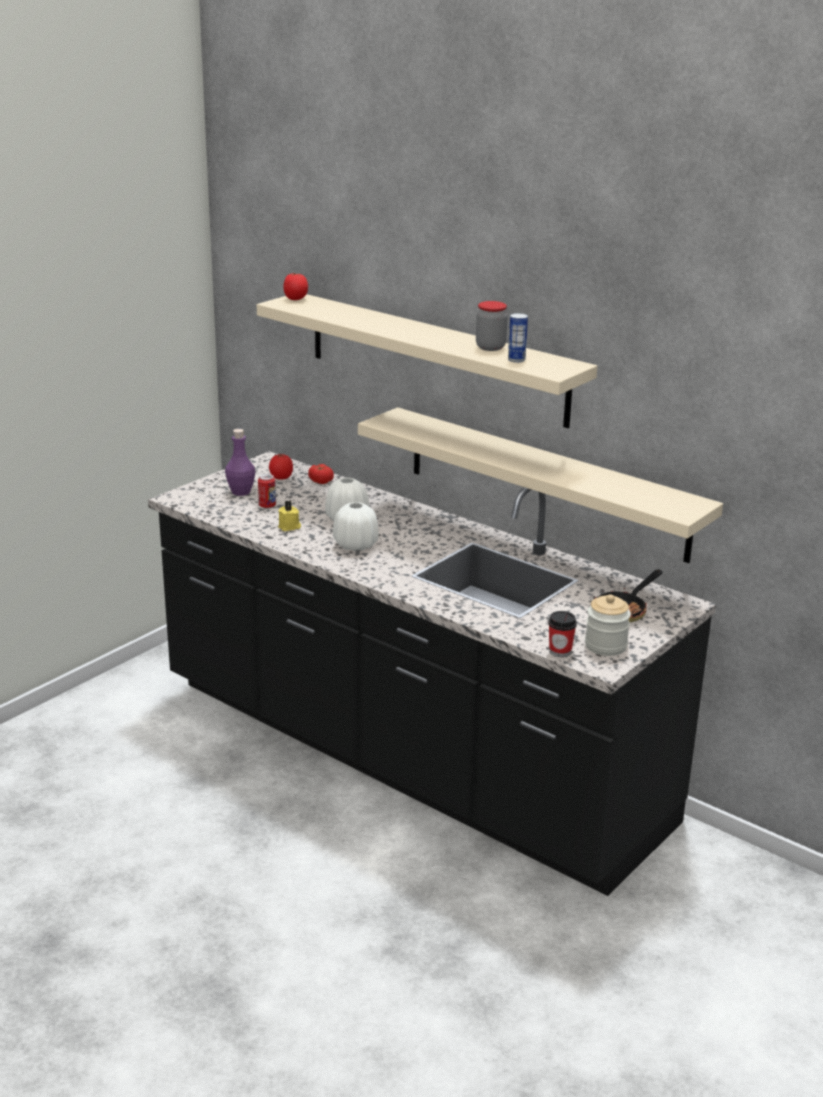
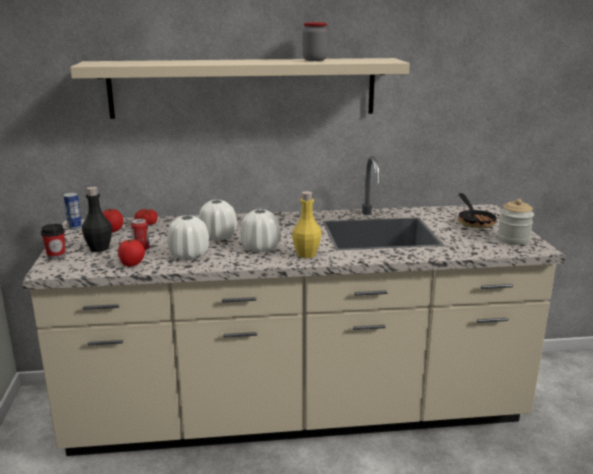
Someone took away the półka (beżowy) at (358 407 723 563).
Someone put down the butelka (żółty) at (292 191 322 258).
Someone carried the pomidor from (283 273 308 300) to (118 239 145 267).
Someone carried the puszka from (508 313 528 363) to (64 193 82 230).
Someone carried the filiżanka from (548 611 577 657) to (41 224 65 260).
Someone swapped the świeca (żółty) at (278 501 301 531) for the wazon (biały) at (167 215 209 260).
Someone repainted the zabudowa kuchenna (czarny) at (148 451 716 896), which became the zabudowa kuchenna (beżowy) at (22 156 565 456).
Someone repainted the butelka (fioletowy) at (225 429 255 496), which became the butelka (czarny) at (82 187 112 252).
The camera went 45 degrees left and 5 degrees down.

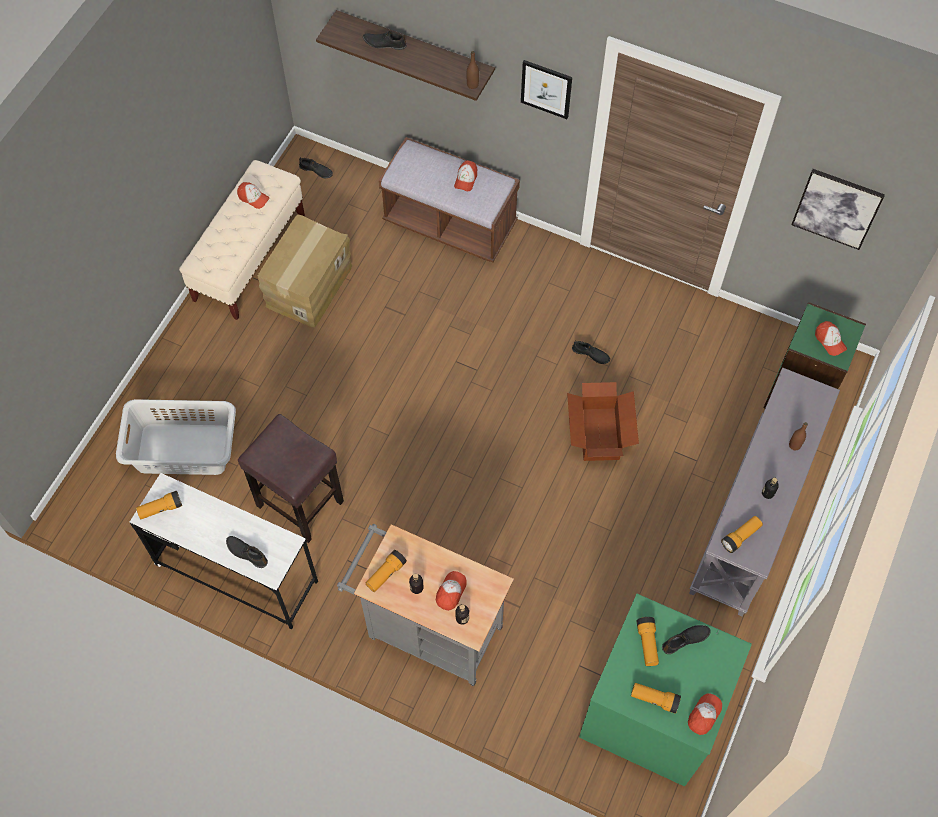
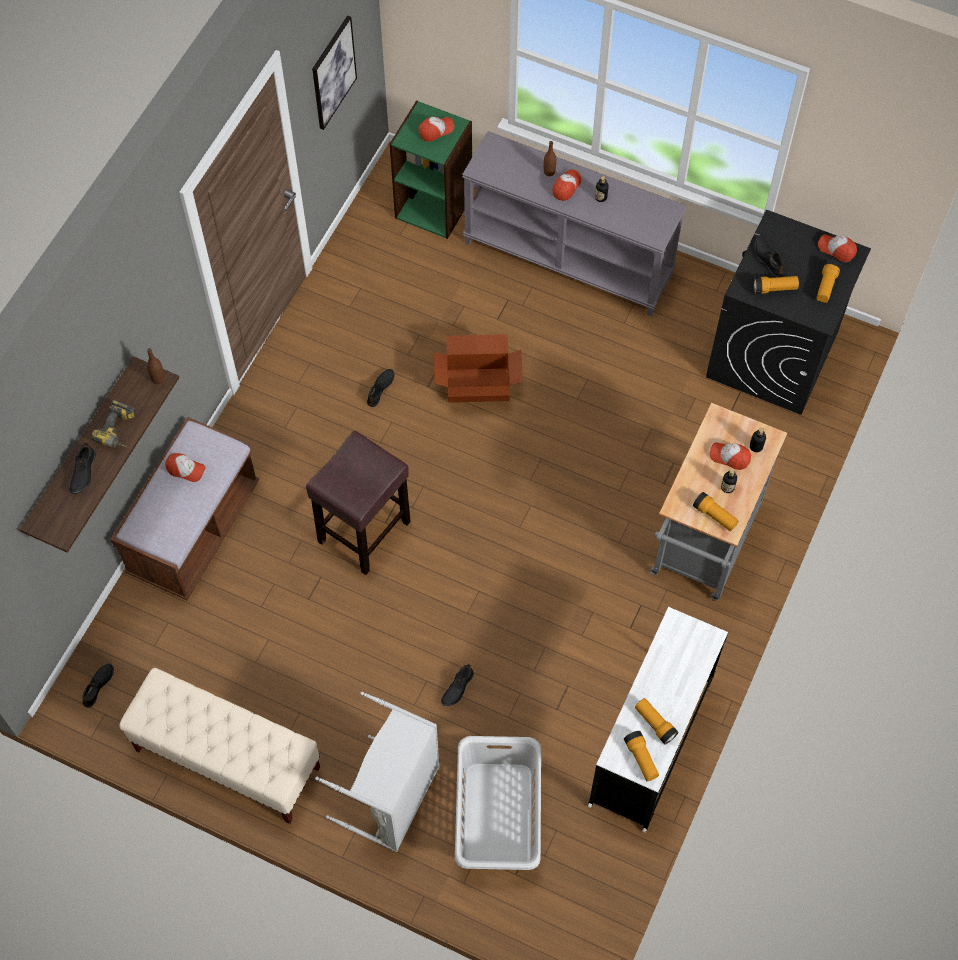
Someone took away the karton at (258 214 352 327).
Someone took away the obraz at (521 60 572 119).
Someone put down the wiertarka at (91 400 136 447).
Someone put down the kosz na pranie (szary) at (315 692 440 852).
Someone carried the but (czarny) from (226 536 268 568) to (441 664 474 706).
Someone carried the czapka z daszkiem from (237 182 270 209) to (552 170 582 201).
Someone carried the stołek (brązowy) from (238 414 344 543) to (306 431 411 575).
Someone carried the latarka from (721 516 763 553) to (635 698 678 745).
Someone repainted the pralka (zielony) at (579 594 752 787), which became the pralka (czarny) at (706 210 871 415).
The camera went 90 degrees left and 0 degrees up.

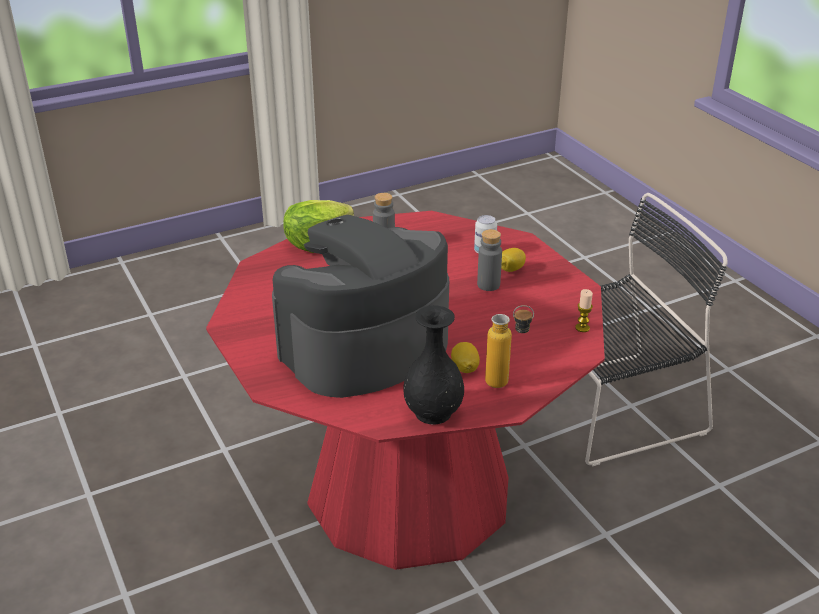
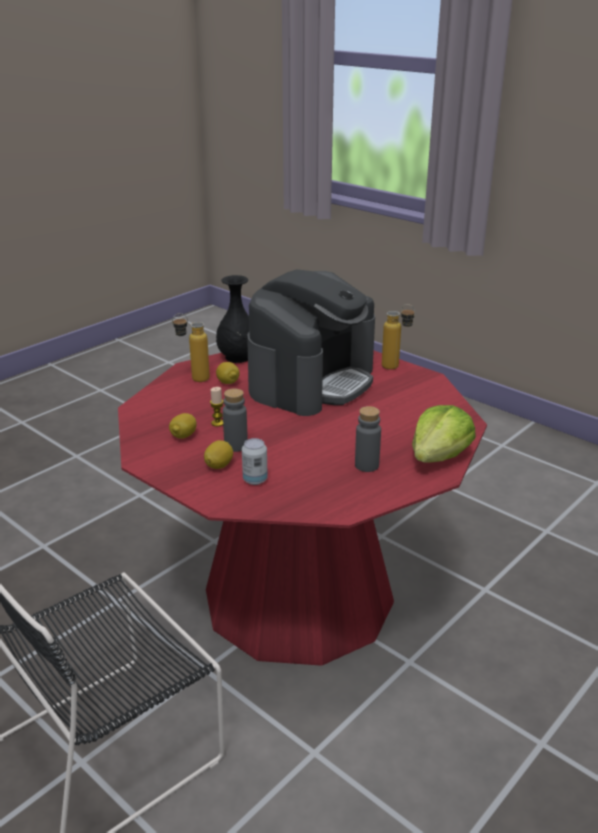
Someone put down the cytryna at (169 413 197 439).
Someone put down the butelka at (382 304 415 370).
Someone carried the świeca from (575 289 593 332) to (210 387 223 427).
The camera went 160 degrees right and 5 degrees down.

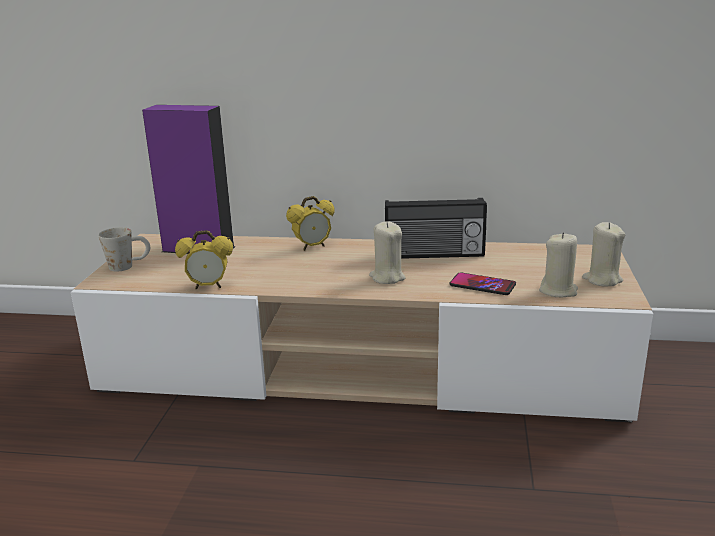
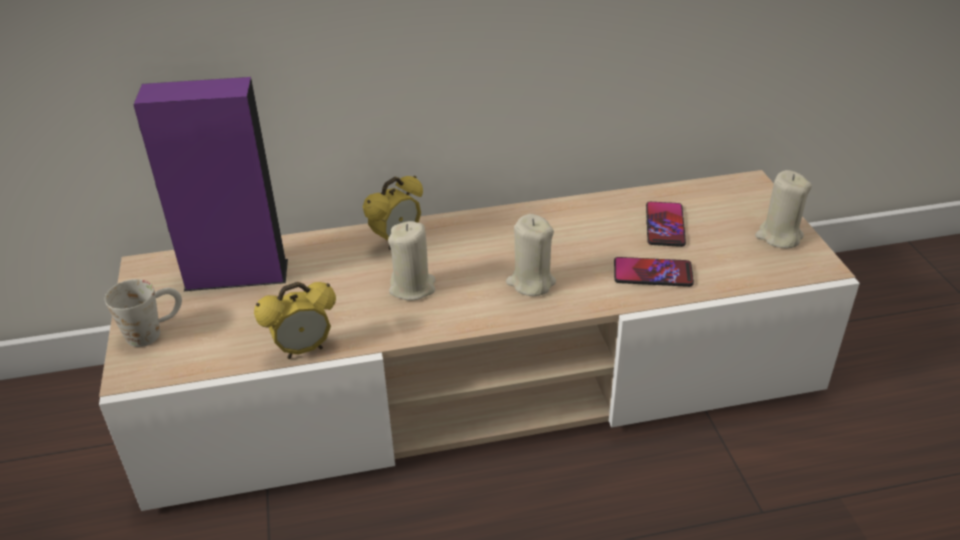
Someone took away the radio at (385 198 487 259).
Someone put down the telefon at (646 202 686 247).
Someone carried the świeca (beżowy) from (539 232 578 297) to (388 221 436 301).
The camera went 20 degrees left and 15 degrees up.

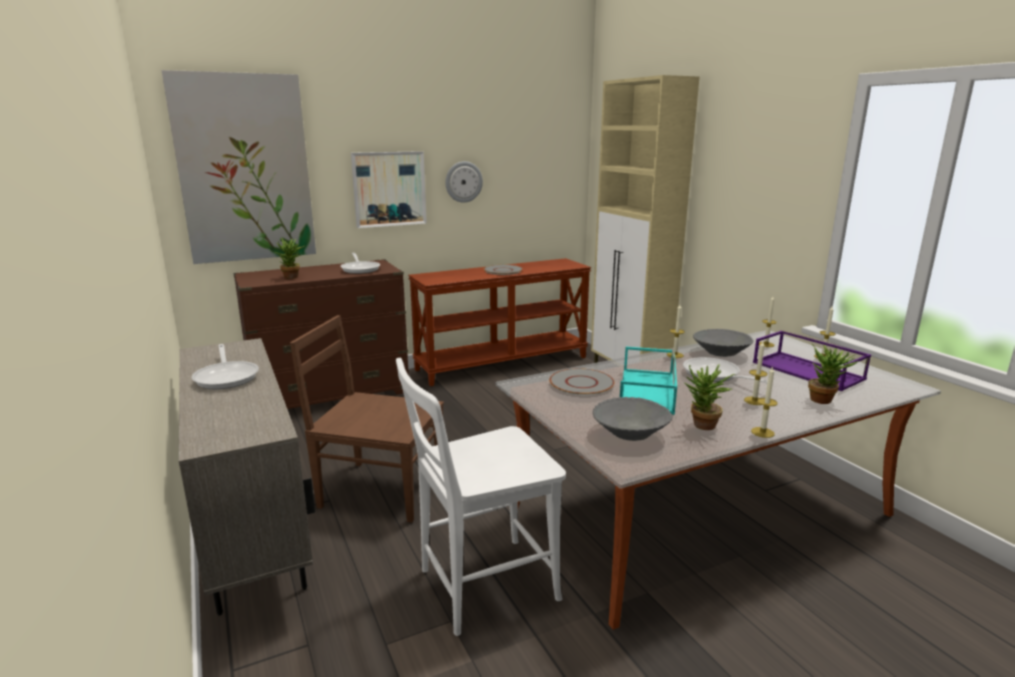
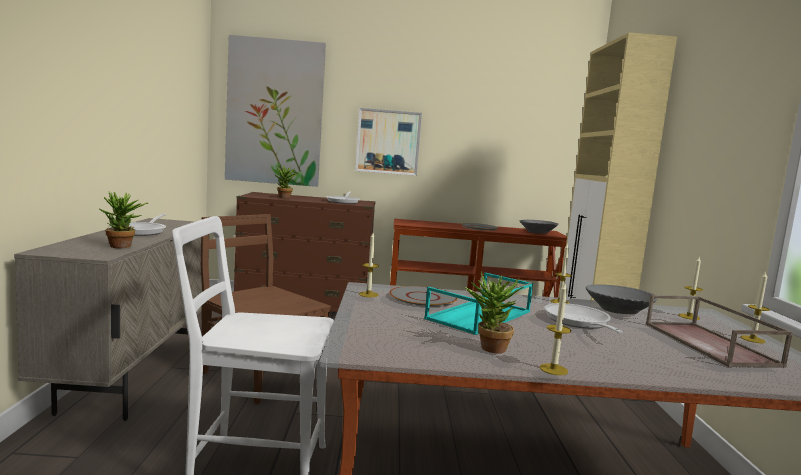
Someone took away the zegar ścienny at (445 161 483 203).
Someone carried the miska (szary) from (593 397 673 441) to (520 220 559 233).
Someone carried the świeca from (744 341 768 405) to (359 233 379 297).
Someone carried the roślina doniczkowa from (808 344 859 404) to (100 192 148 248).
Someone repainted the taca (fioletowy) at (753 330 871 391), which became the taca (brązowy) at (646 295 793 368).
The camera went 25 degrees right and 10 degrees down.

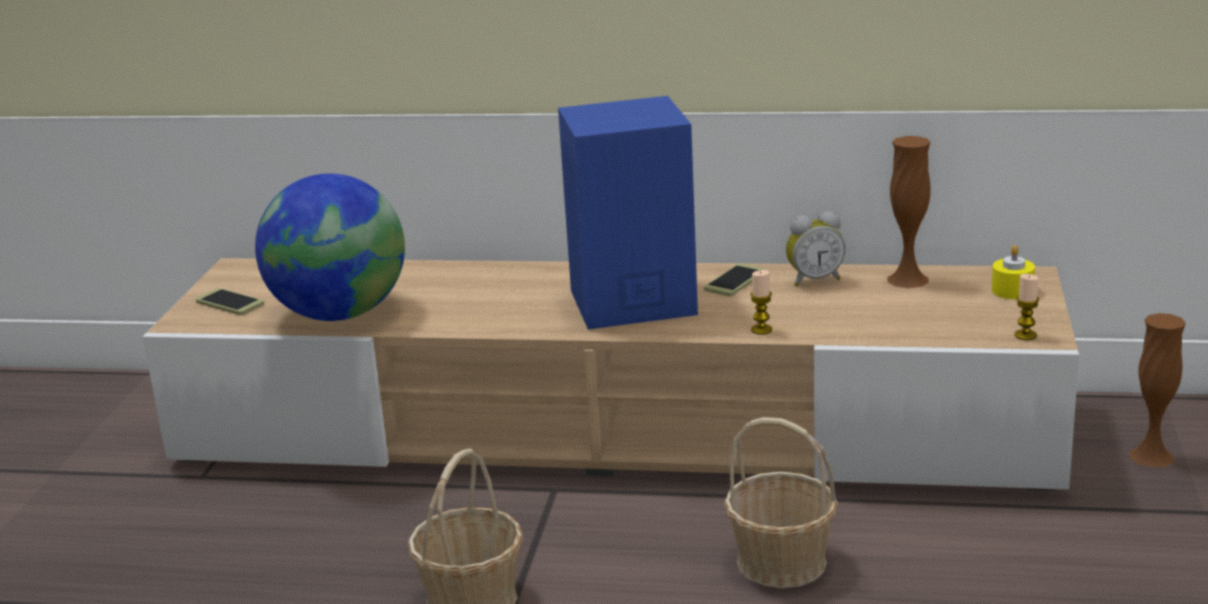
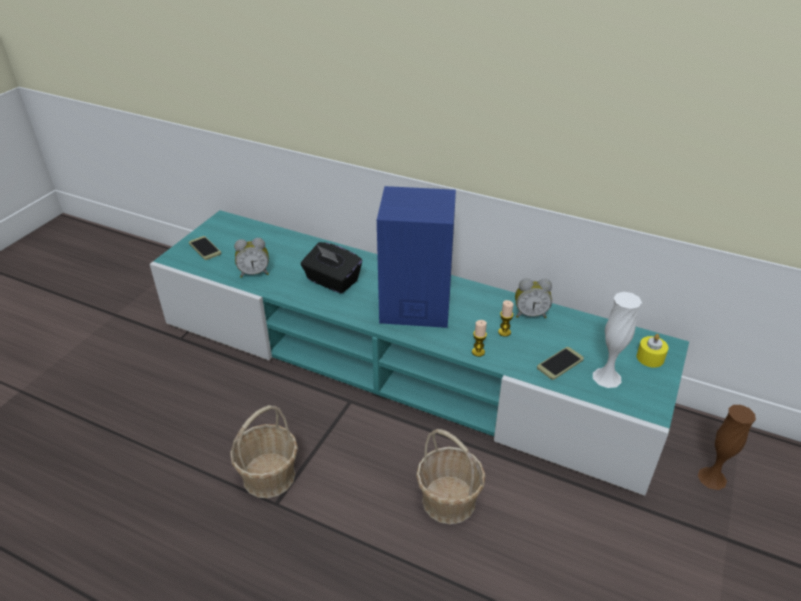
Someone took away the wazon (brązowy) at (887 136 930 288).
Someone put down the pudełko chusteczek (czarny) at (301 242 362 293).
Someone put down the wazon (biały) at (593 292 642 388).
Someone carried the telefon from (704 263 765 296) to (537 347 584 380).
Someone carried the świeca from (1014 274 1039 340) to (498 300 513 337).
Someone swapped the globus at (255 173 405 321) for the budzik at (234 238 269 278).
Someone repainted the szafka pod telewizor (beżowy) at (143 258 1079 491), which became the szafka pod telewizor (turkusowy) at (150 210 689 496).
The camera went 15 degrees right and 15 degrees up.

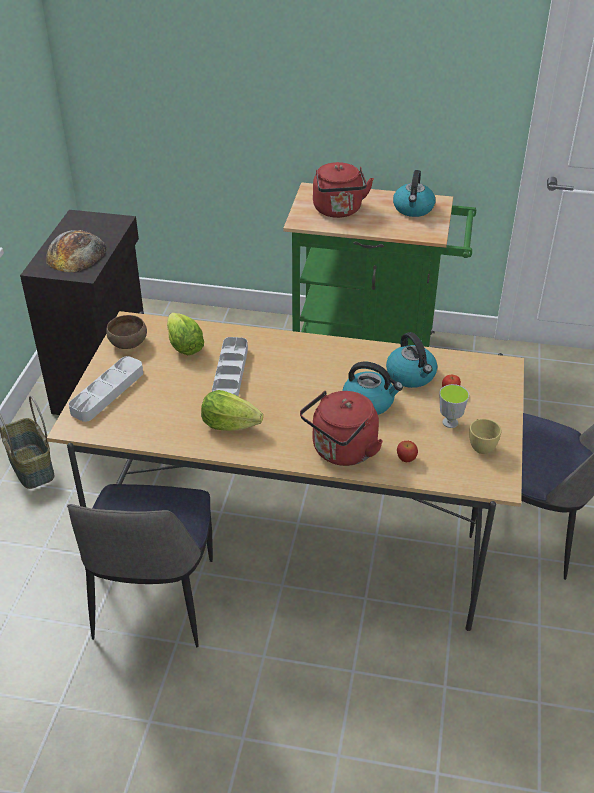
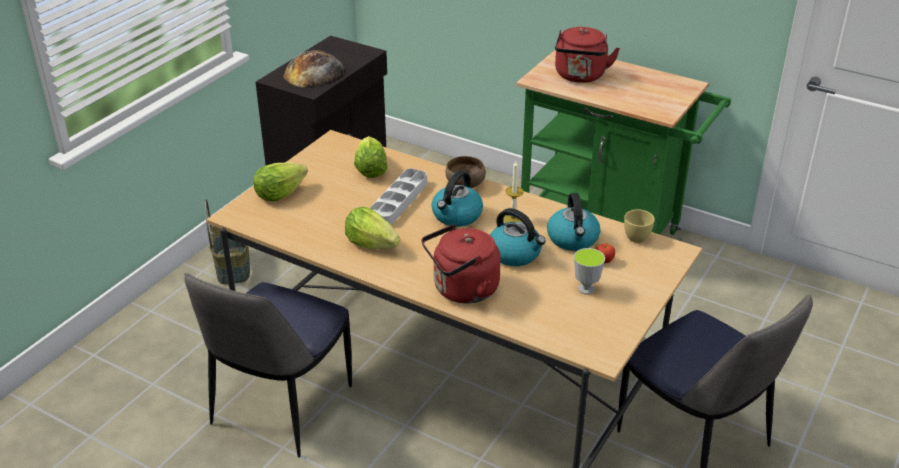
Someone took away the jabłko at (397 441 418 462).
Someone put down the świeca at (503 161 524 223).
Someone carried the miska (brązowy) from (106 315 147 349) to (445 156 486 188).
Someone carried the czajnik from (393 170 435 217) to (432 171 483 227).
Someone carried the filiżanka (żółty) from (469 419 501 454) to (624 209 655 243).
Someone swapped the taca (szary) at (69 356 143 422) for the sałata at (253 162 308 201).
The camera went 20 degrees right and 5 degrees down.

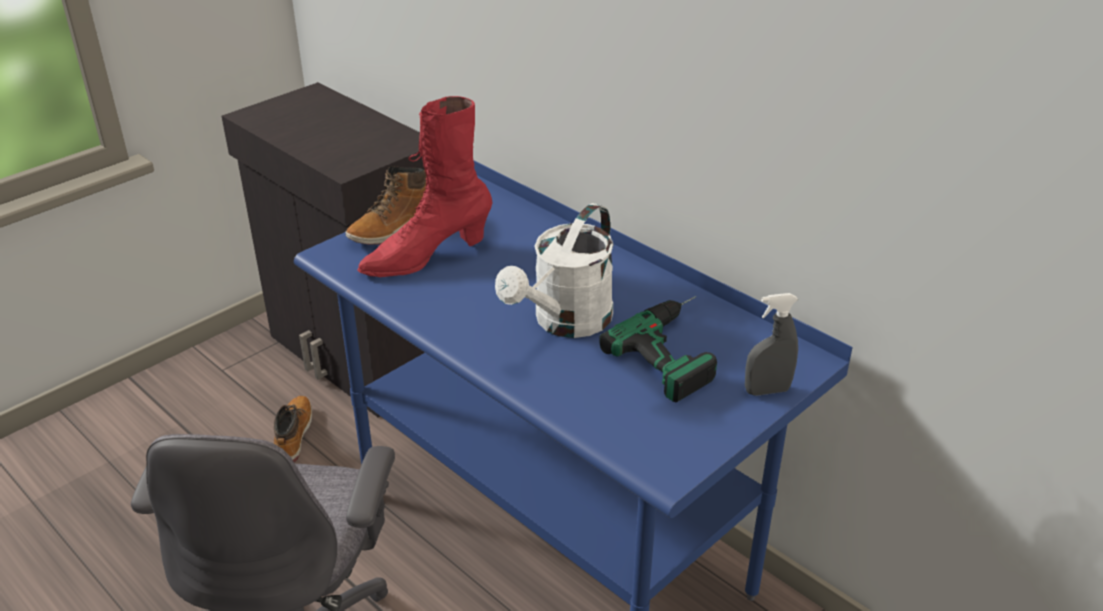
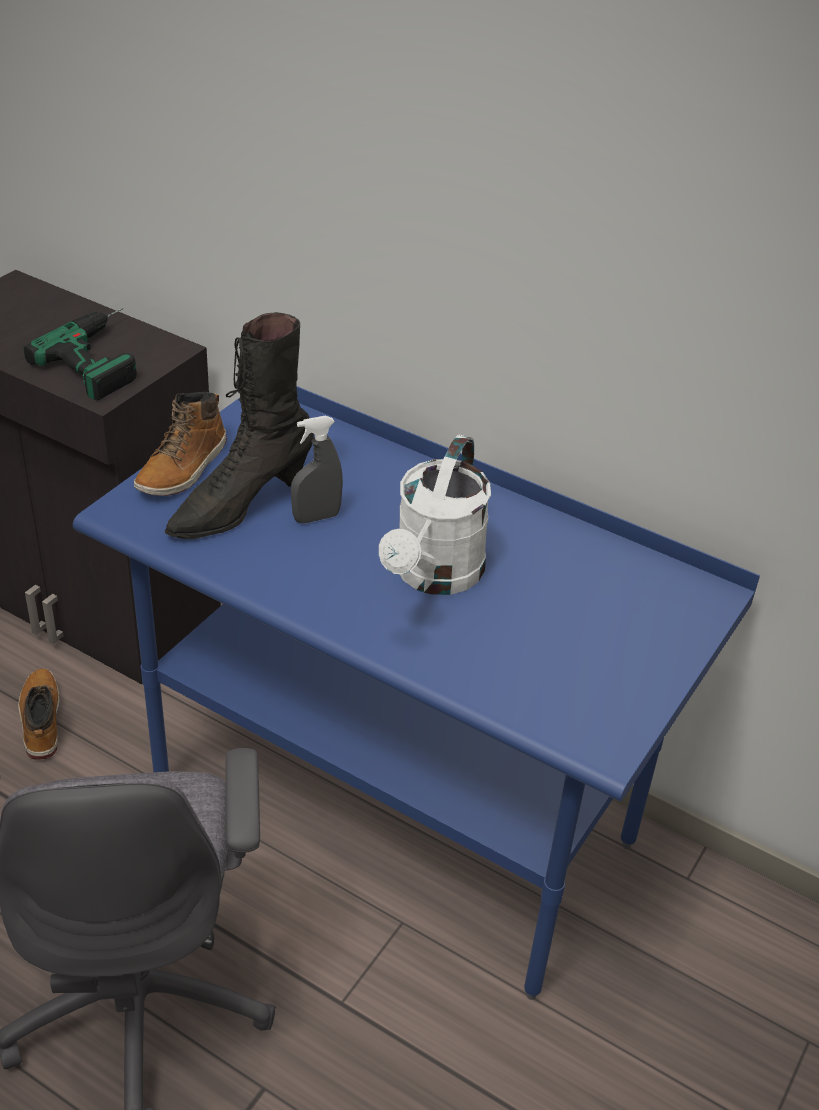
Someone carried the wiertarka from (599 296 717 403) to (23 308 137 401).
Someone carried the spryskiwacz (szary) from (745 293 798 396) to (291 415 343 524).
Someone repainted the but z cholewką (czerwony) at (357 96 493 277), which became the but z cholewką (czarny) at (164 312 314 539).
The camera went 15 degrees left and 5 degrees up.

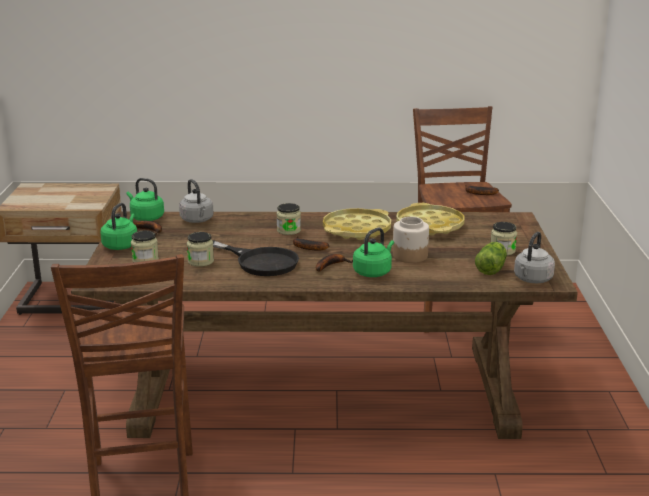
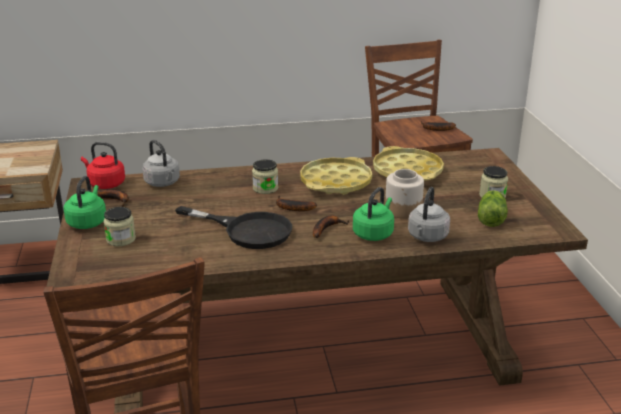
Someone took away the słoik at (187 232 214 267).
Someone carried the czajnik (szary) from (514 232 555 283) to (408 187 450 242).
Someone repainted the czajnik (zielony) at (126 178 164 221), which became the czajnik (czerwony) at (81 142 125 189).
The camera went 10 degrees left and 5 degrees up.

